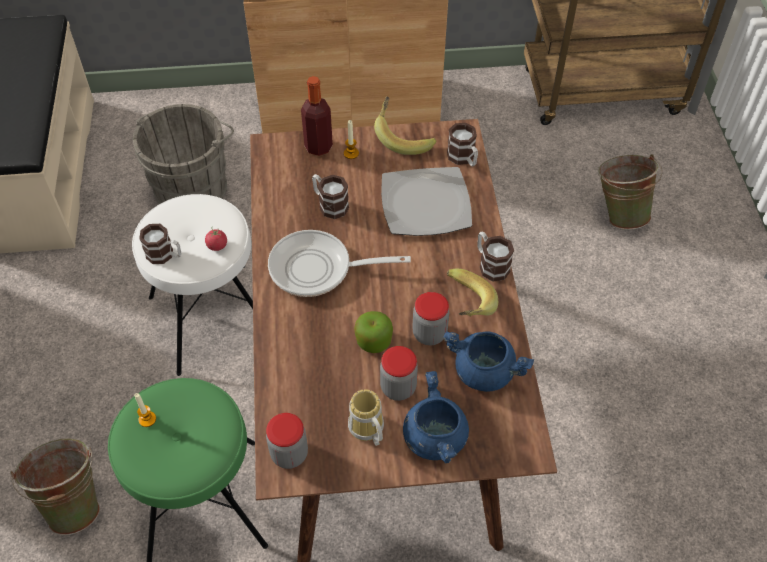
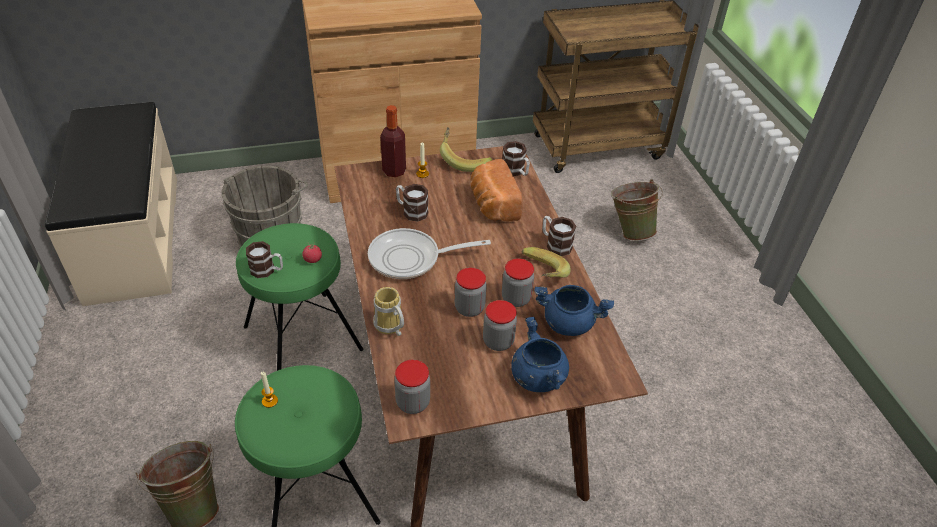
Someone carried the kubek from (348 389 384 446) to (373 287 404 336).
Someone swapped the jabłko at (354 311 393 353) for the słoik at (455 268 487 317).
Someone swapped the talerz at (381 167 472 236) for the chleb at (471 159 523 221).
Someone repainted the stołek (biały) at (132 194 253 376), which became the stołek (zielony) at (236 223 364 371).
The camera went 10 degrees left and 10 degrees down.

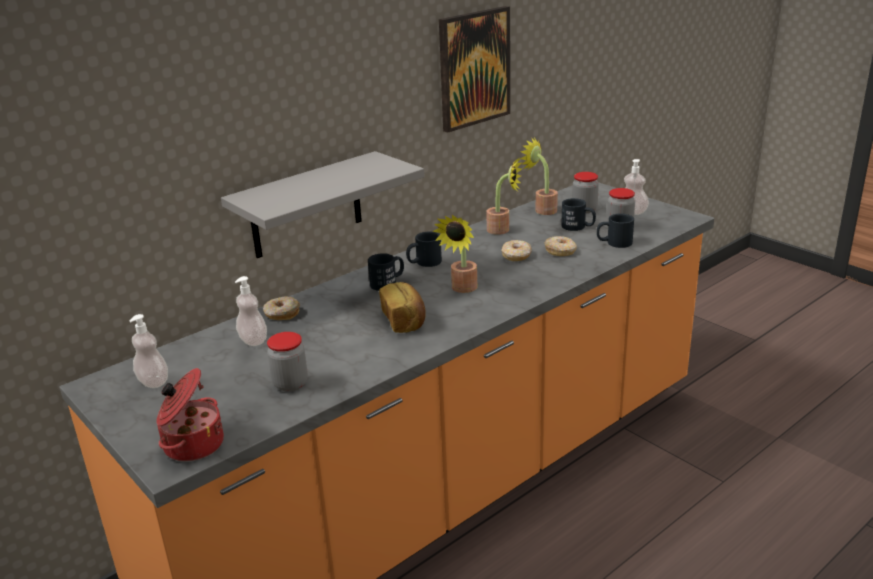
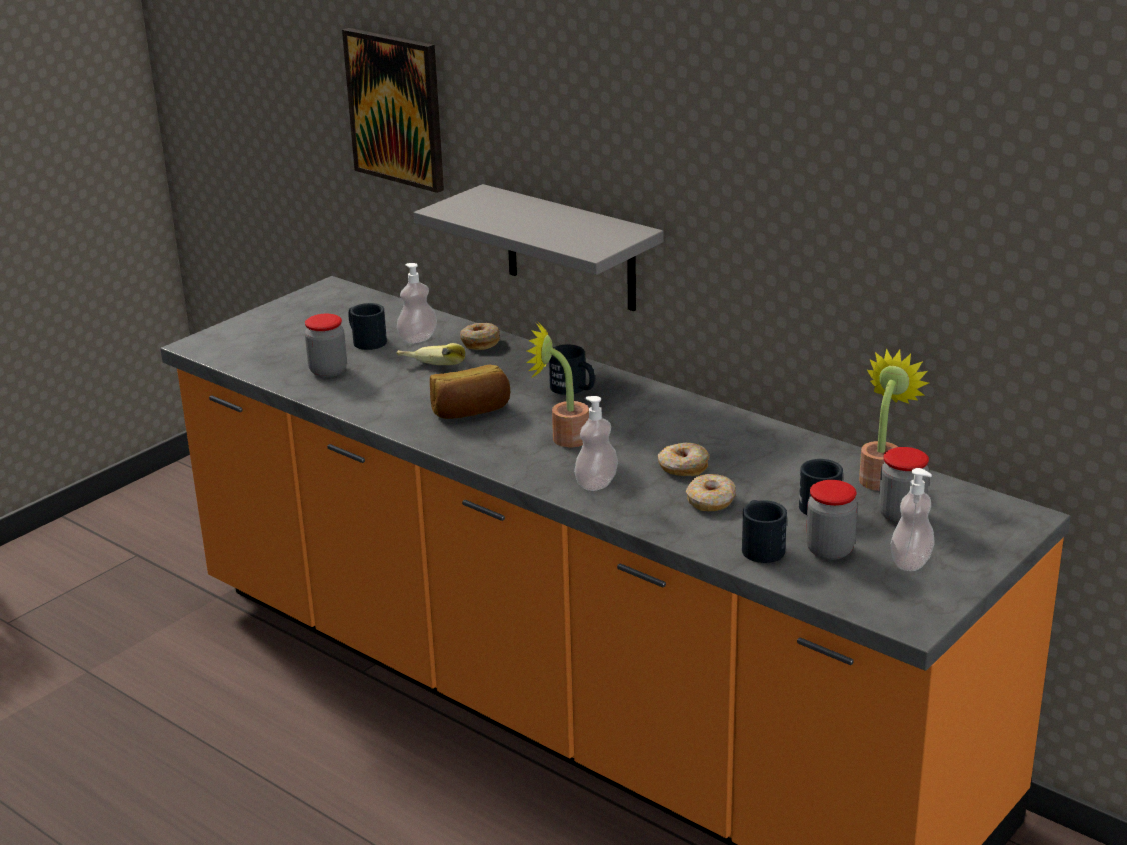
Someone took away the garnek at (156 368 224 462).
Someone took away the roślina doniczkowa at (486 158 523 235).
Someone put down the banan at (397 343 465 365).
Someone carried the dozownik mydła from (130 314 168 388) to (574 396 618 491).
Someone carried the kubek (czarny) from (406 232 442 267) to (348 303 387 350).
Someone carried the obraz from (439 6 510 133) to (342 28 444 193).
The camera went 80 degrees right and 0 degrees up.

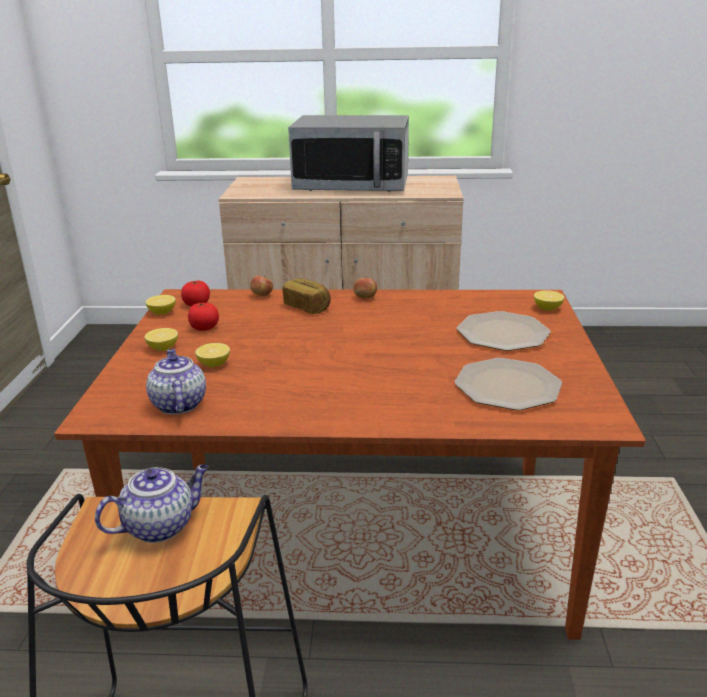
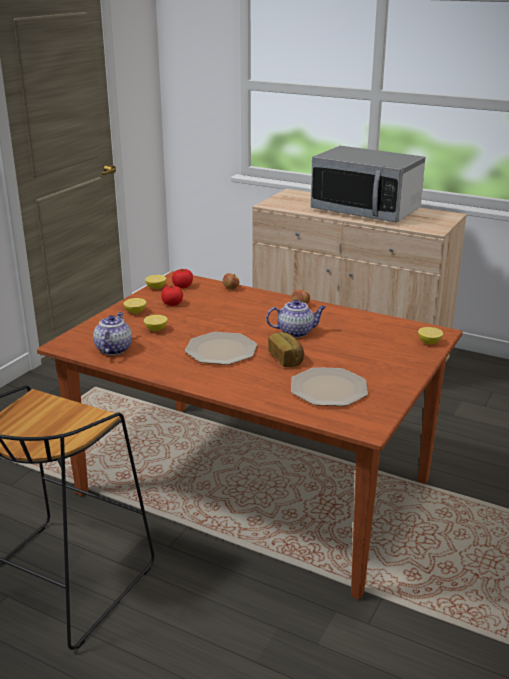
Someone carried the imbryk from (95 464 209 543) to (266 299 326 338).
Someone carried the chleb from (282 279 331 314) to (268 332 304 367).
Someone carried the talerz from (457 311 551 351) to (185 332 257 365).
The camera went 25 degrees right and 0 degrees up.

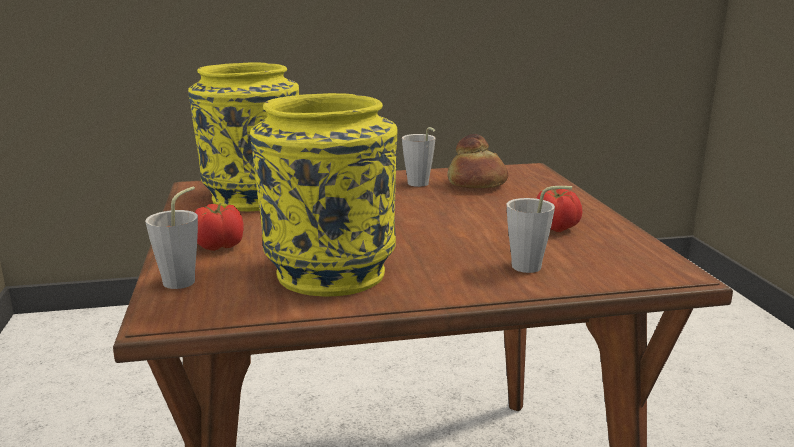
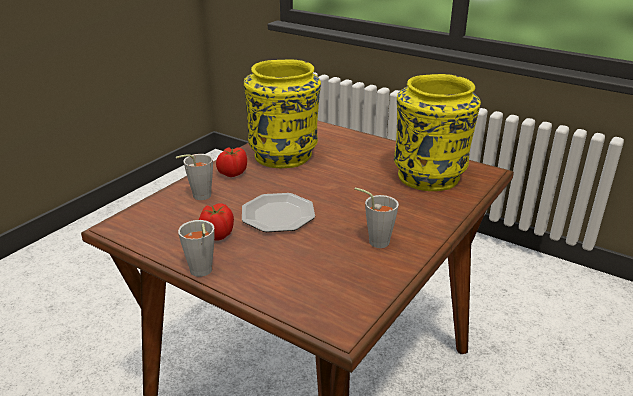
Someone took away the chleb at (448 134 508 188).
Someone put down the talerz at (242 193 315 232).
Someone carried the filiżanka (szary) from (145 186 198 289) to (178 220 215 277).
Someone carried the pomidor from (195 203 244 251) to (216 147 247 177).
The camera went 135 degrees right and 10 degrees up.

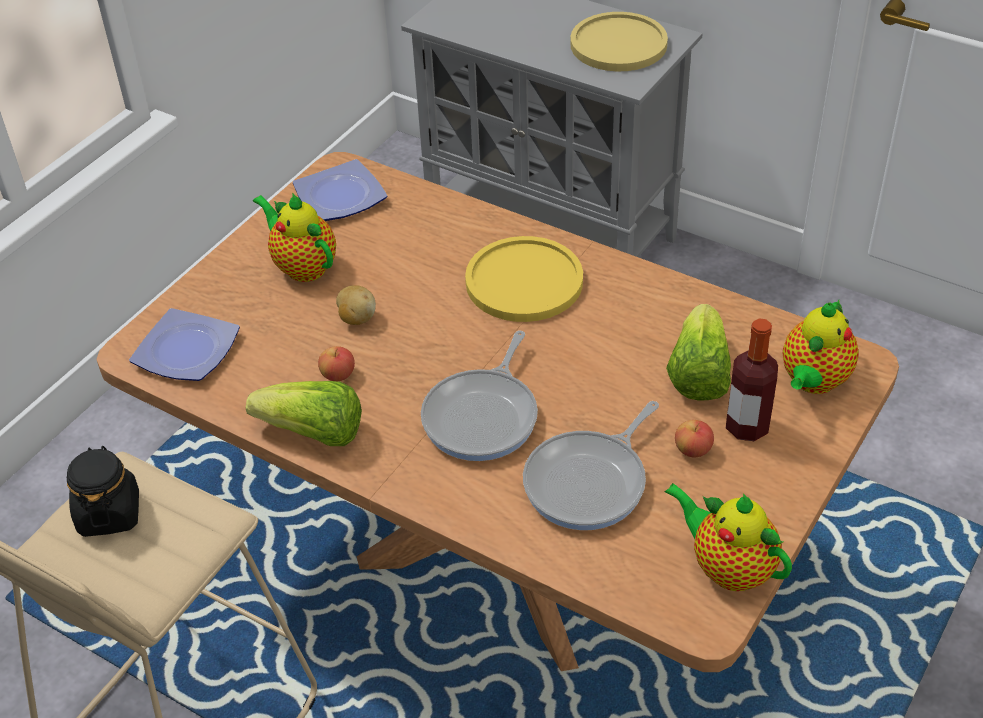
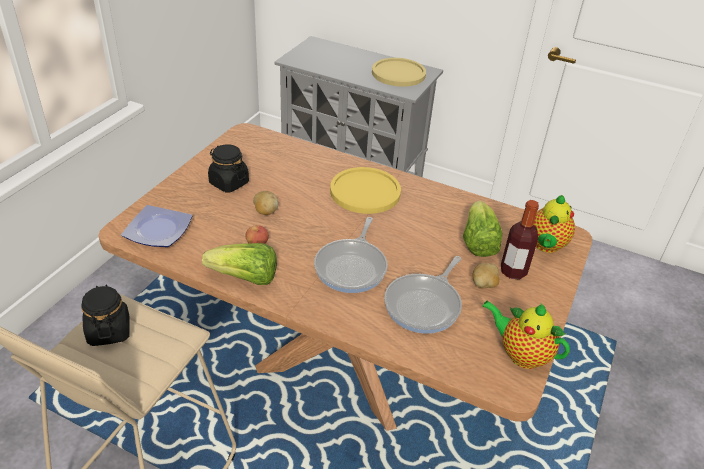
Someone took away the talerz at (293 159 387 221).
Someone swapped the imbryk at (253 193 336 282) for the słoik (czarny) at (208 144 249 192).
Someone swapped the jabłko at (675 420 714 457) for the ziemniak at (473 263 500 288).
The camera went 10 degrees left and 5 degrees down.

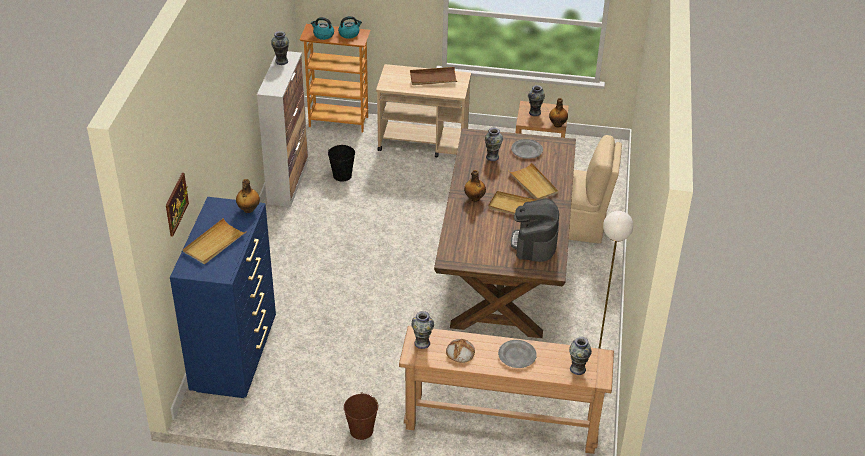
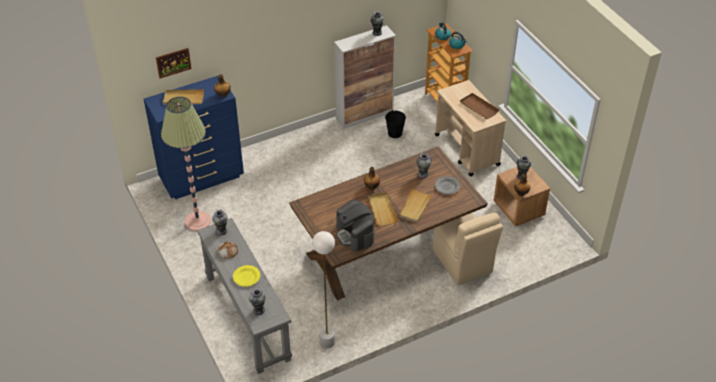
Someone took away the wiadro (brązowy) at (344 392 378 440).
Someone put down the lampa stojąca at (161 97 211 231).
Someone repainted the stolik konsolowy (brązowy) at (399 326 614 454), which became the stolik konsolowy (szary) at (197 218 292 374).
Someone repainted the talerz (szary) at (498 340 537 368), which became the talerz (żółty) at (233 265 260 287).
Someone rotated the ekspres do kawy at (511 198 559 262) by 90 degrees counterclockwise.
The camera went 55 degrees right and 5 degrees up.

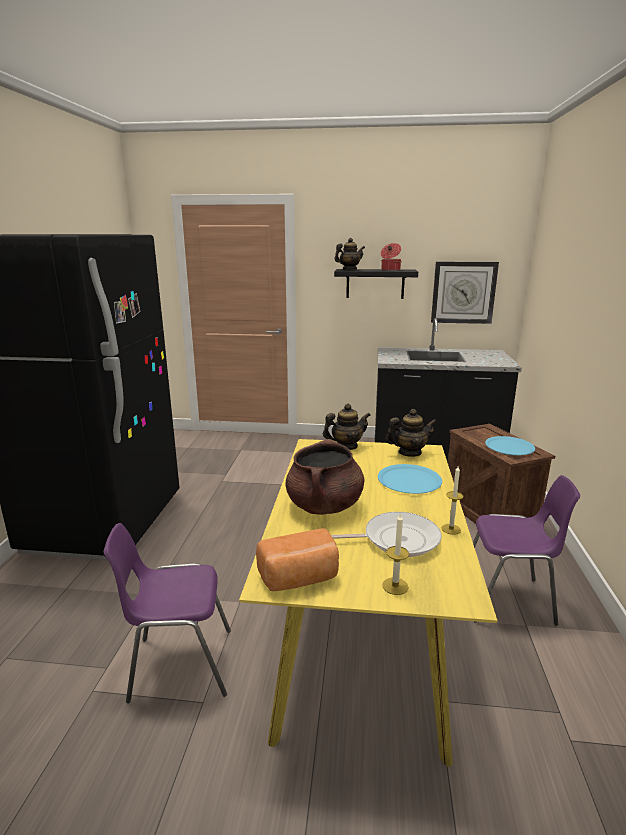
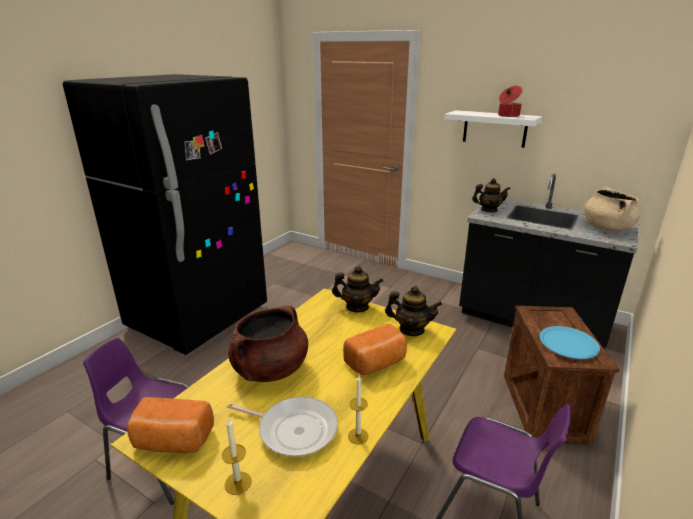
Someone took away the zegar ścienny at (431 262 499 324).
Someone put down the garnek (beżowy) at (584 187 640 231).
Someone carried the imbryk from (334 238 365 270) to (472 178 510 212).
Someone swapped the talerz (niebieski) at (378 464 442 494) for the chleb at (343 324 407 375).
Someone repainted the półka (czarny) at (334 269 418 299), which became the półka (biały) at (444 110 542 148).
The camera went 25 degrees right and 5 degrees up.

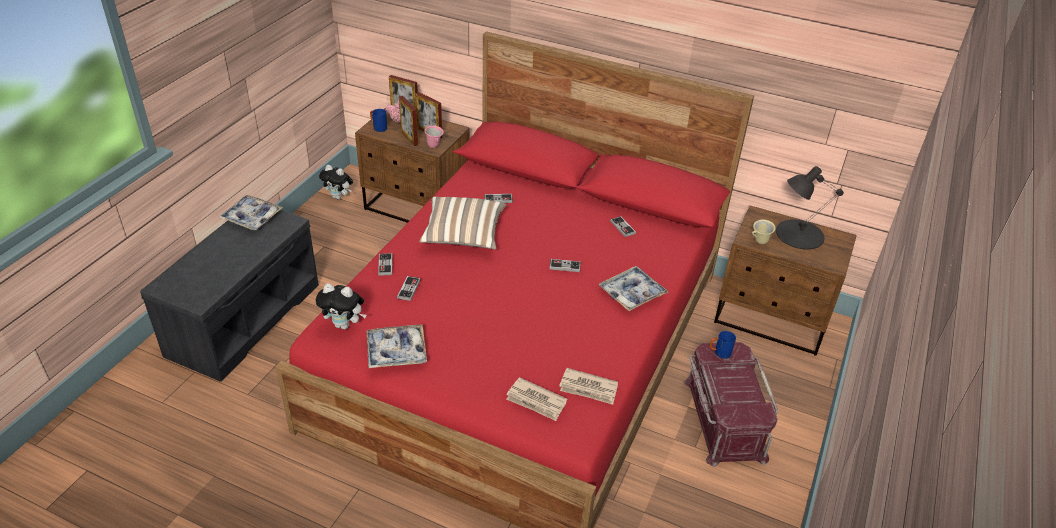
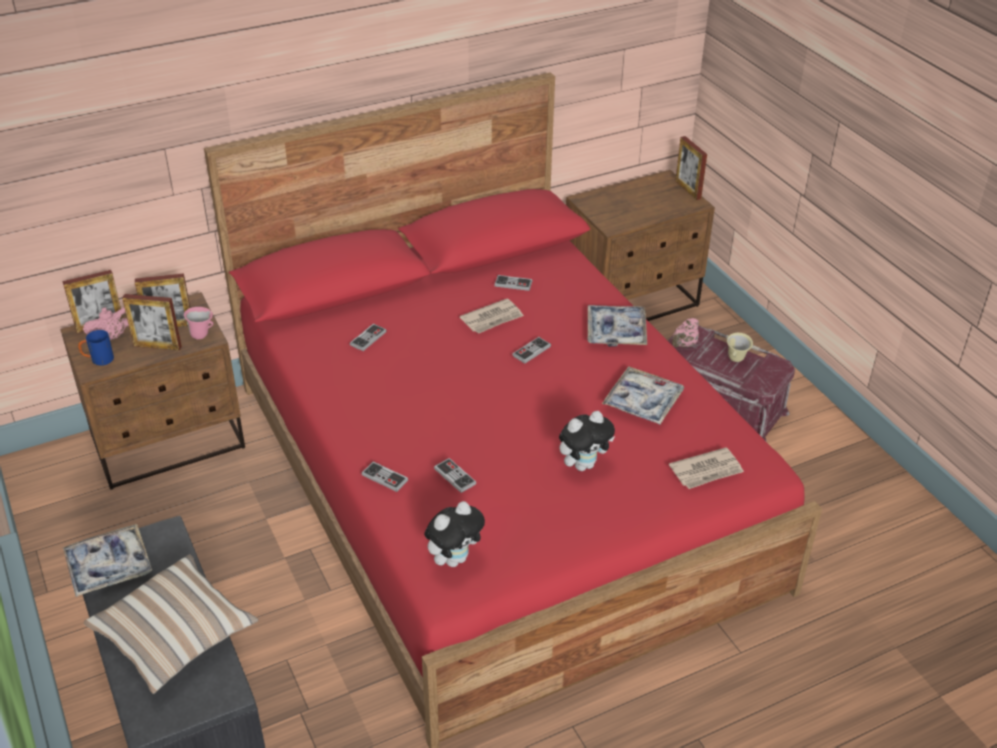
Someone took away the lampa stołowa (czarny) at (776 166 844 249).
Someone put down the ramka na zdjęcie at (675 136 707 200).
Someone carried the pluszak from (319 165 353 199) to (559 411 615 471).
Someone carried the taca from (367 324 427 369) to (602 366 684 424).
Someone carried the poduszka from (419 197 506 249) to (84 554 258 694).
Someone carried the gazeta from (559 368 618 405) to (460 299 524 334).
Someone carried the kubek (beżowy) from (752 220 775 244) to (727 333 753 362).
Someone swapped the kubek (niebieski) at (710 331 736 359) for the imbryk (różowy) at (672 318 699 348).
The camera went 50 degrees left and 0 degrees up.

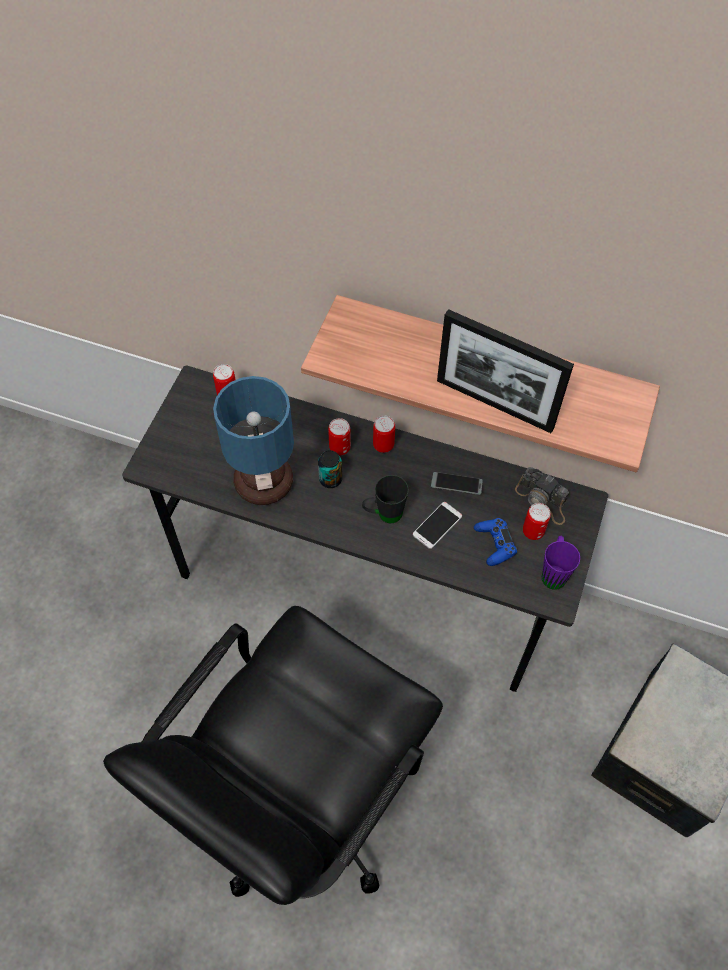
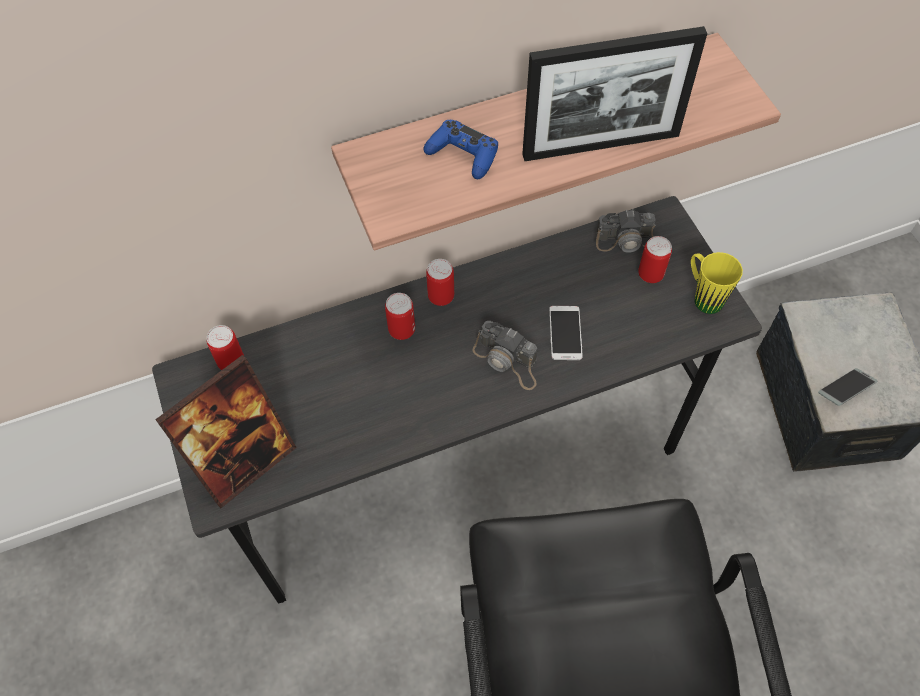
Someone took away the lampa stołowa at (213 376 294 505).
Someone took away the puszka at (318 450 342 488).
Someone put down the ramka na zdjęcie at (155 355 297 508).
Someone carried the telefon from (431 472 483 495) to (818 368 878 406).
Someone carried the pad do gier (niebieski) from (474 518 517 566) to (423 120 498 179).
Someone swapped the kubek (czarny) at (362 475 409 523) for the aparat fotograficzny at (473 321 537 390).
Someone repainted the kubek (fioletowy) at (542 536 580 590), which became the kubek (żółty) at (691 252 743 314).
The camera went 40 degrees left and 0 degrees up.

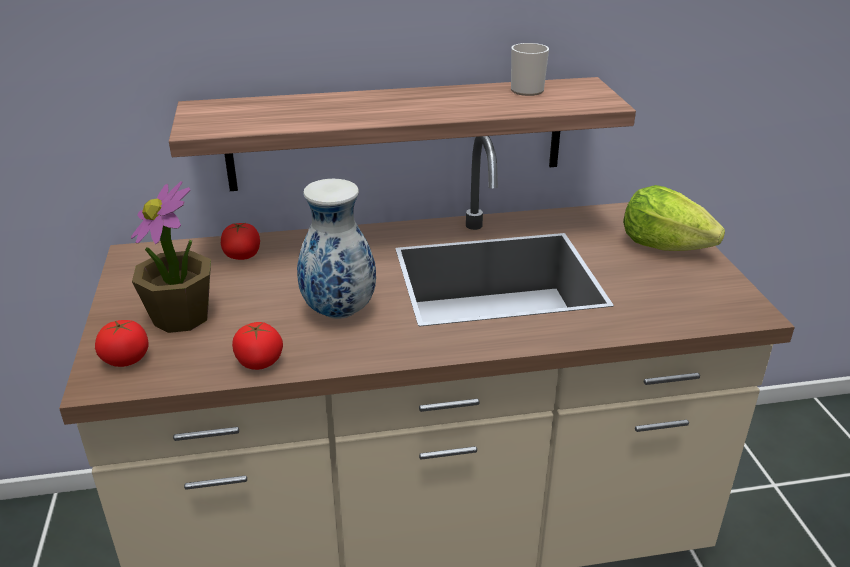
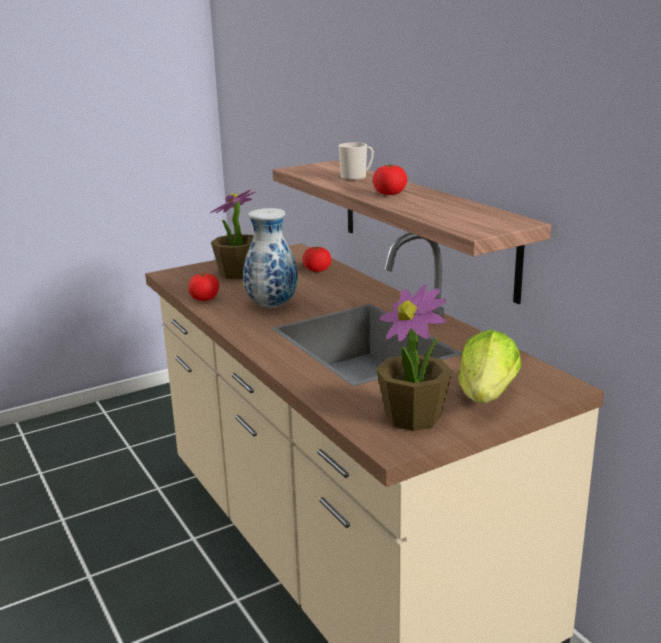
Someone put down the roślina doniczkowa at (376 284 453 431).
Someone carried the pomidor from (95 320 149 367) to (373 164 407 195).
Someone carried the kubek from (511 43 549 96) to (339 143 374 180).
The camera went 70 degrees right and 10 degrees down.

